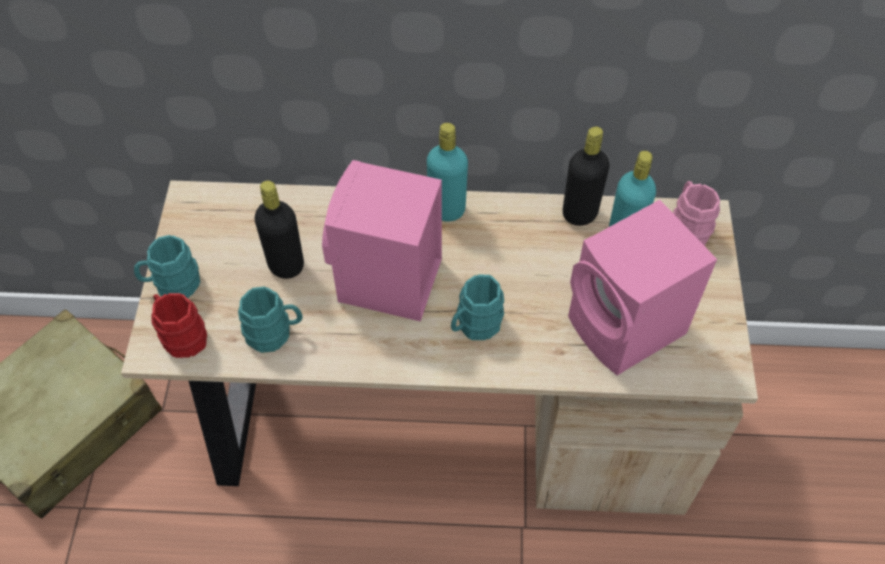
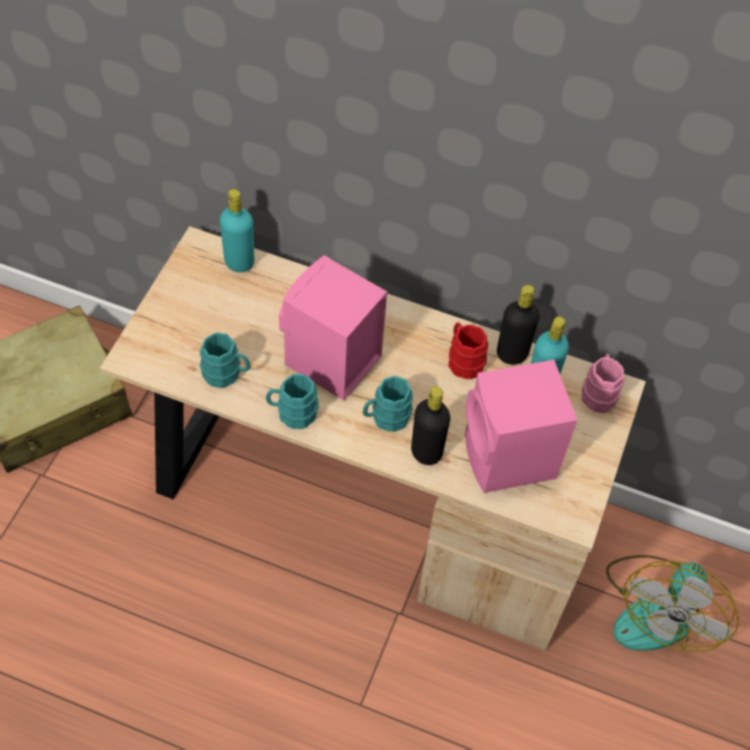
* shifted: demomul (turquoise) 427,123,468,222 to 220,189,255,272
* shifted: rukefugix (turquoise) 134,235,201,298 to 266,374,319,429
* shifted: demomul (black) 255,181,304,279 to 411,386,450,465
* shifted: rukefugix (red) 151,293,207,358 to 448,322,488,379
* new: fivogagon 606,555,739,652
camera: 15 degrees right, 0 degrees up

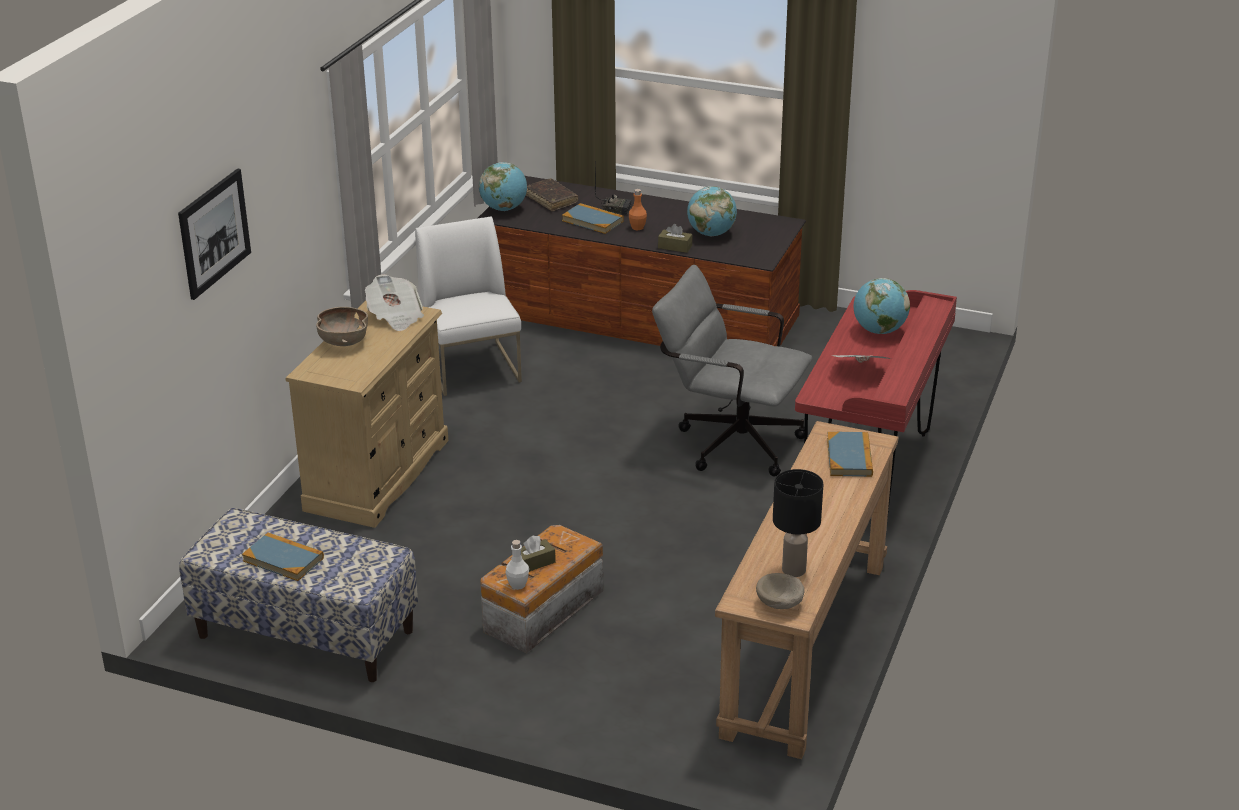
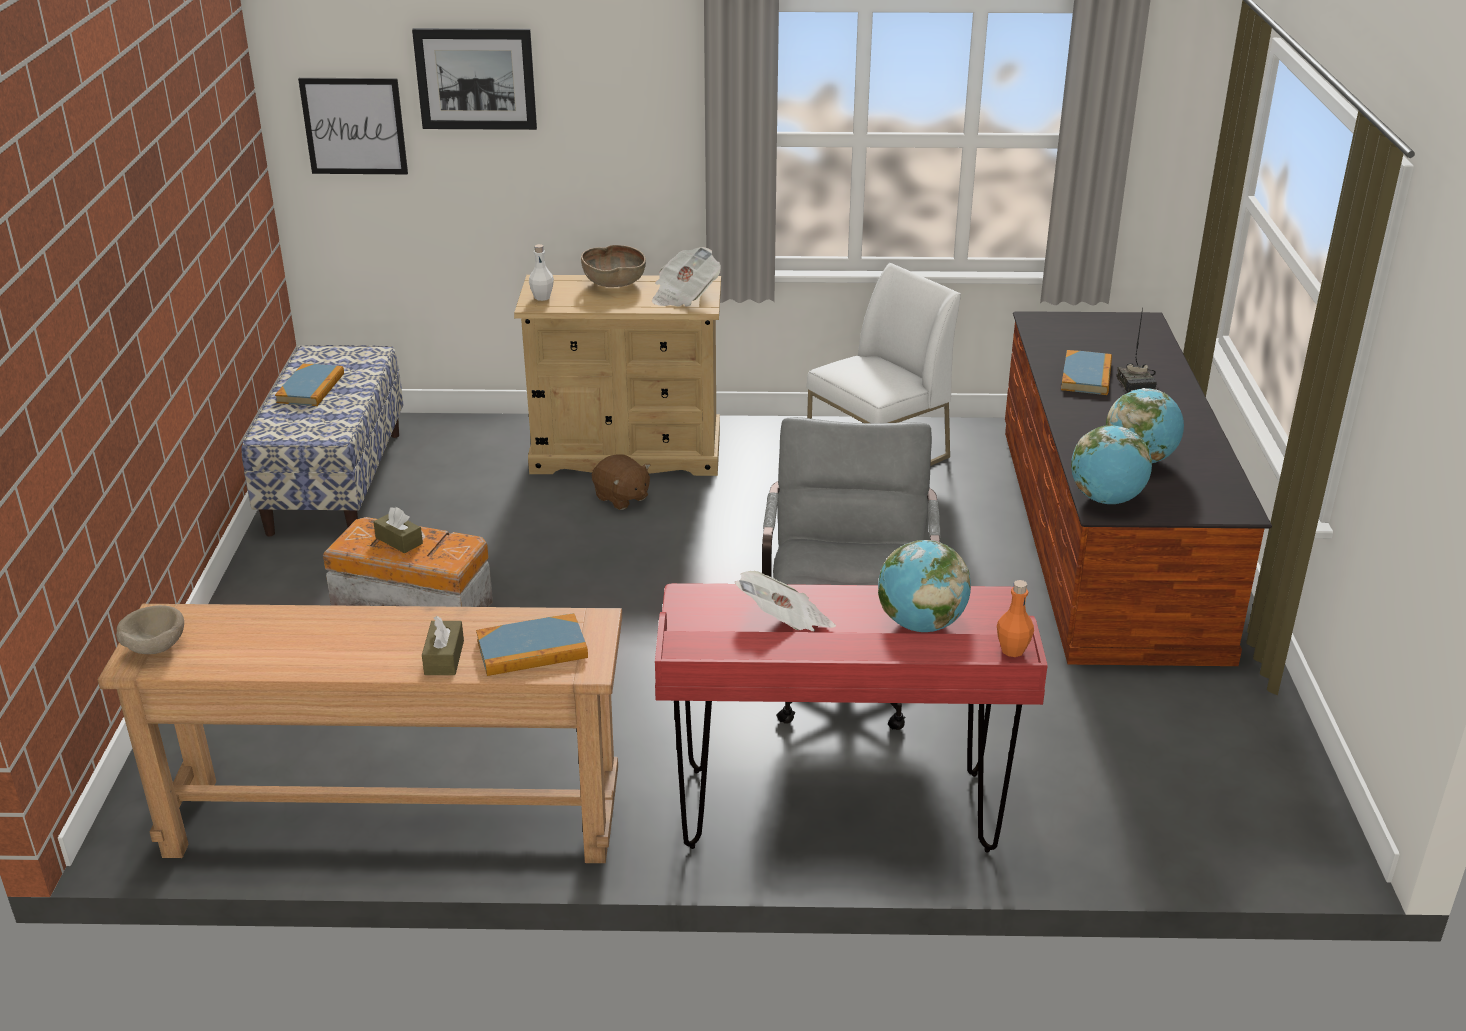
* new: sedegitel 298,78,408,174
* shifted: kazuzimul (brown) 658,224,692,253 to 422,616,464,675
* shifted: demomul (white) 505,540,529,590 to 529,244,554,301
* new: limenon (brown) 592,454,650,510
* shifted: demomul (orange) 629,189,647,230 to 997,580,1034,657
* shifted: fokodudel 479,162,527,211 to 1071,425,1152,504
* gone: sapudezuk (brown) 526,178,578,211
* gone: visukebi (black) 773,469,823,577
camera: 70 degrees right, 0 degrees up

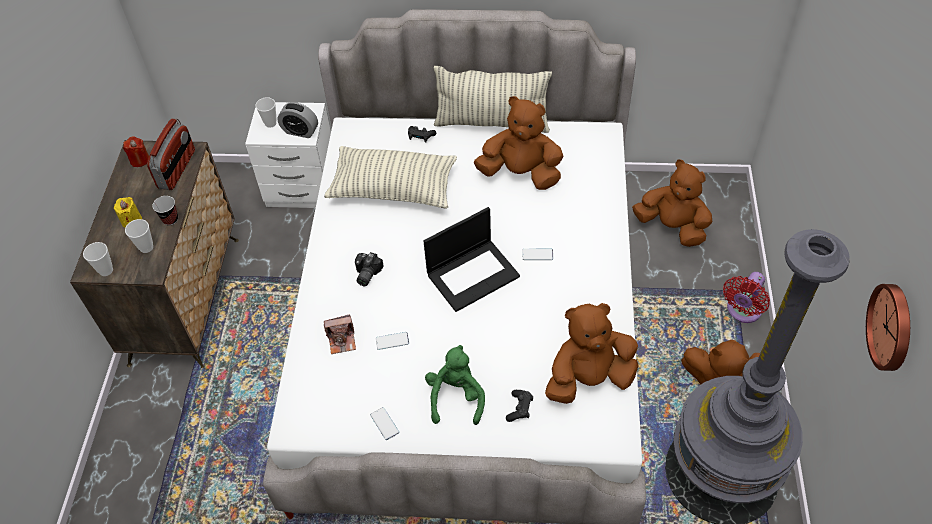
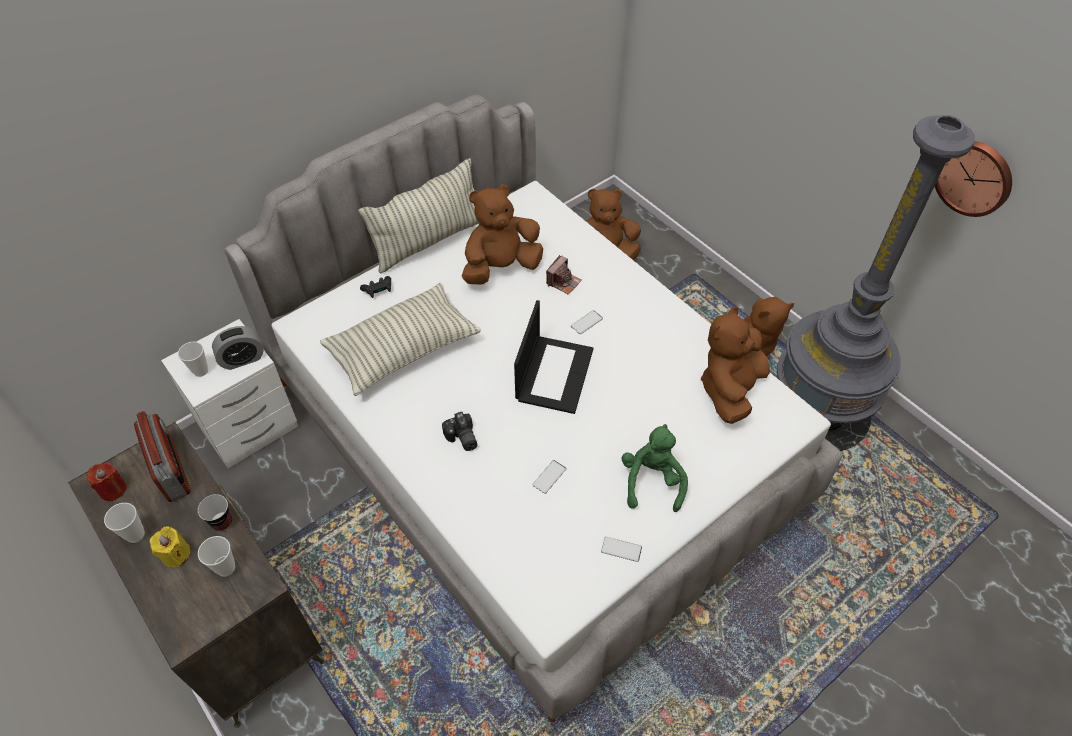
* shifted: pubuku 83,242,113,276 to 104,503,145,543
* shifted: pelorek 324,314,356,354 to 546,255,582,294
* rotated: limenon (green) 425,345,485,425 = 621,424,688,512 45 degrees clockwise
* gone: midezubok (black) 506,390,533,422
* gone: fivogagon (red) 723,272,770,323
camera: 45 degrees left, 0 degrees up

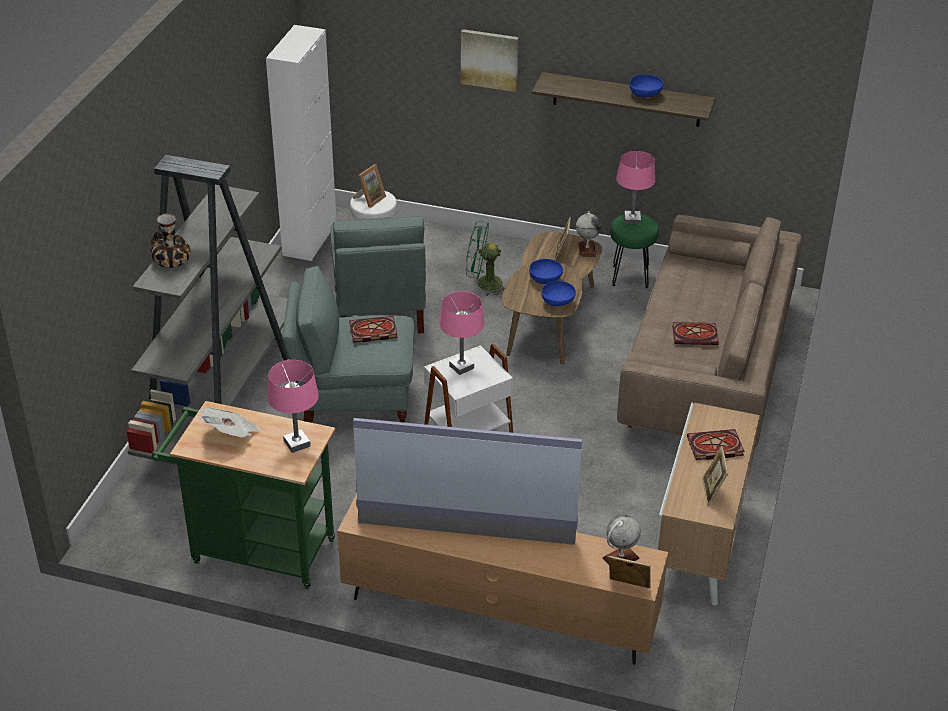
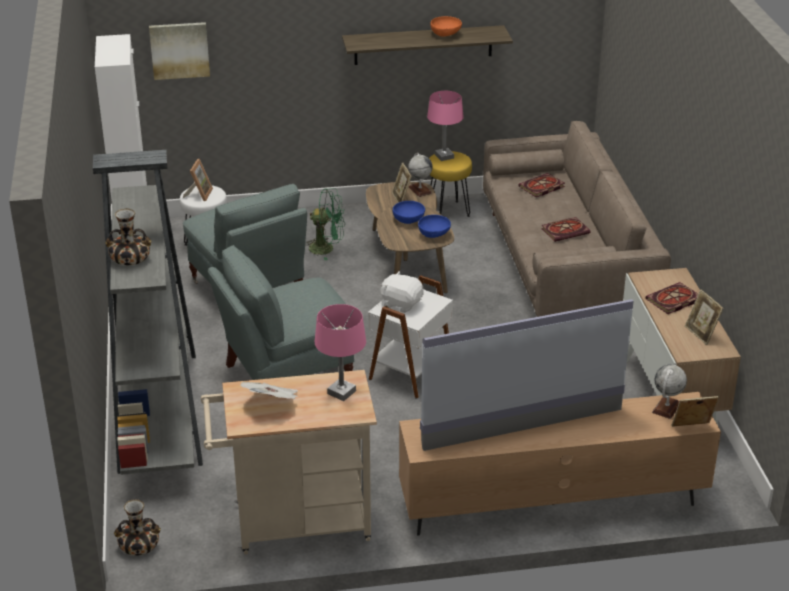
* new: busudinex 114,499,161,556
* shifted: sedegitel 461,29,519,92 to 149,22,210,80
* repainted: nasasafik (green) 152,401,335,589 to nasasafik (beige) 201,370,377,554
* rotated: fivogagon (green) 466,221,506,296 = 307,188,345,260 150 degrees counterclockwise
* swapped: visukebi (pink) 439,291,484,375 to limenon (white) 380,271,424,313
* repainted: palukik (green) 610,214,659,288 to palukik (yellow) 429,151,472,217
* repainted: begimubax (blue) 630,74,663,97 to begimubax (orange) 430,16,462,37
* shifted: sapudezuk 349,316,398,343 to 518,173,565,197
camera: 25 degrees left, 5 degrees down

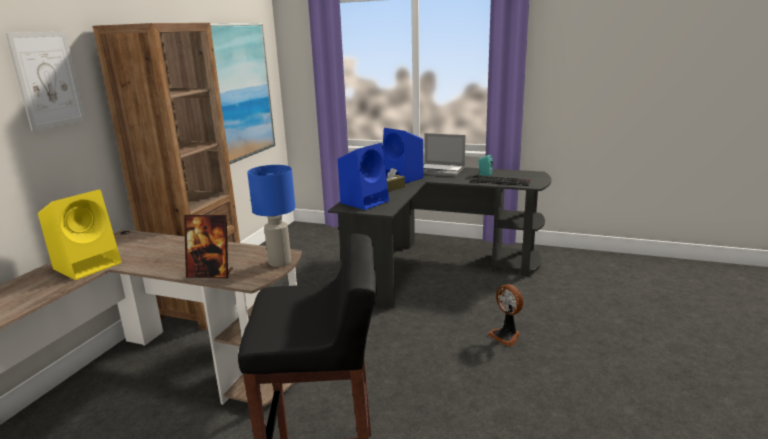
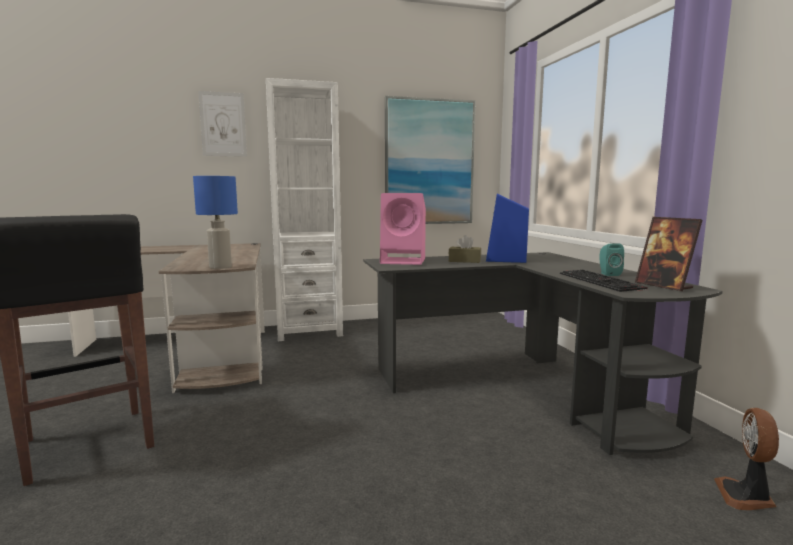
* repainted: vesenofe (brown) 93,23,240,330 to vesenofe (white) 266,78,343,341
* repainted: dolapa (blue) 338,143,389,210 to dolapa (pink) 380,193,426,265
* shifted: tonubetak 184,215,233,279 to 635,217,702,291
* shifted: fivogagon 487,284,524,346 to 714,408,779,510
* gone: dolapa (yellow) 38,190,122,280
* gone: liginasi 423,133,465,177
camera: 55 degrees right, 10 degrees down

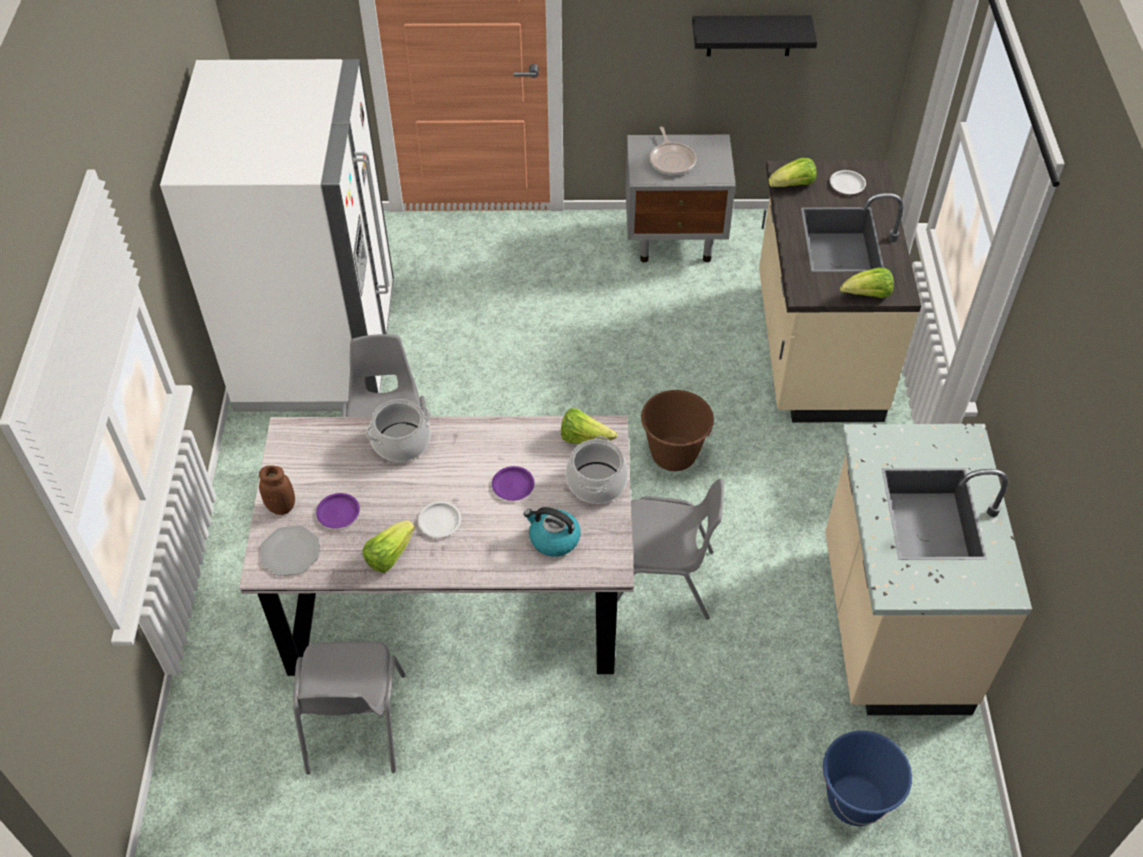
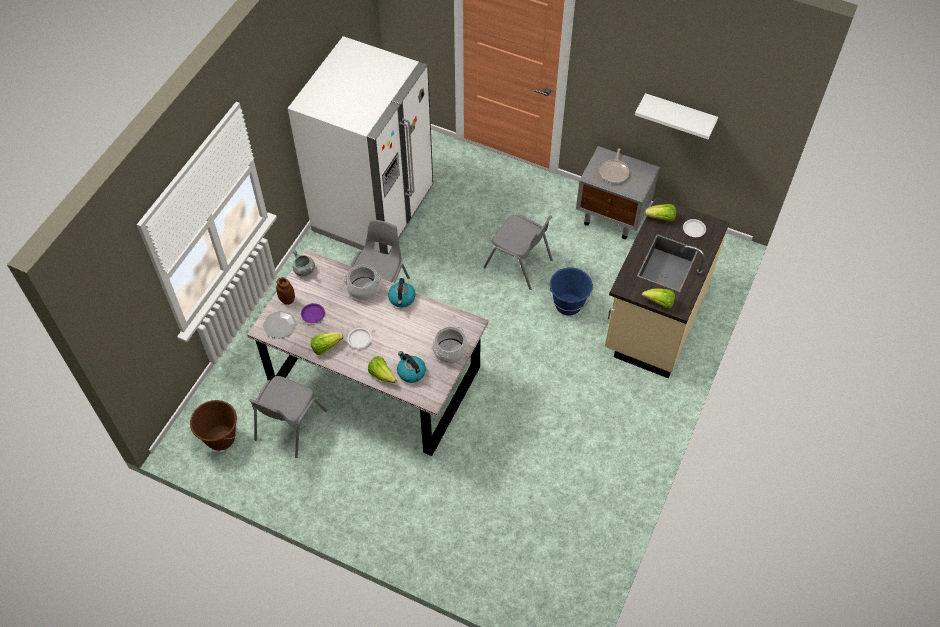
* shifted: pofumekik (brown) 641,390,714,471 to 190,400,238,451
* new: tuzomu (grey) 292,249,315,276
* shifted: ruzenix 561,408,617,444 to 368,356,397,383
* new: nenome 388,278,416,307
* shifted: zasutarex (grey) 617,479,724,620 to 484,215,553,290
* shifted: pofumekik (blue) 823,731,912,826 to 550,267,593,315
* repainted: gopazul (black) 692,15,817,56 to gopazul (white) 635,93,718,139
* gone: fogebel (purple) 492,466,535,501
* gone: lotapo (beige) 825,424,1032,715
camera: 25 degrees right, 5 degrees up

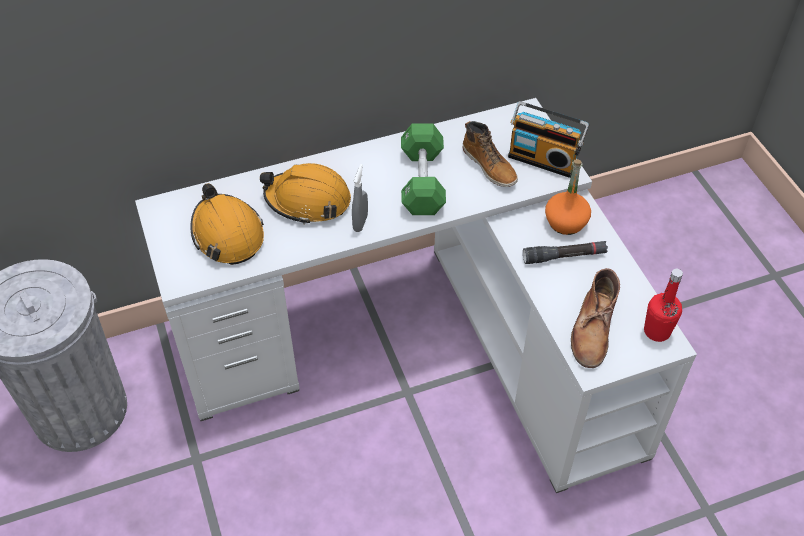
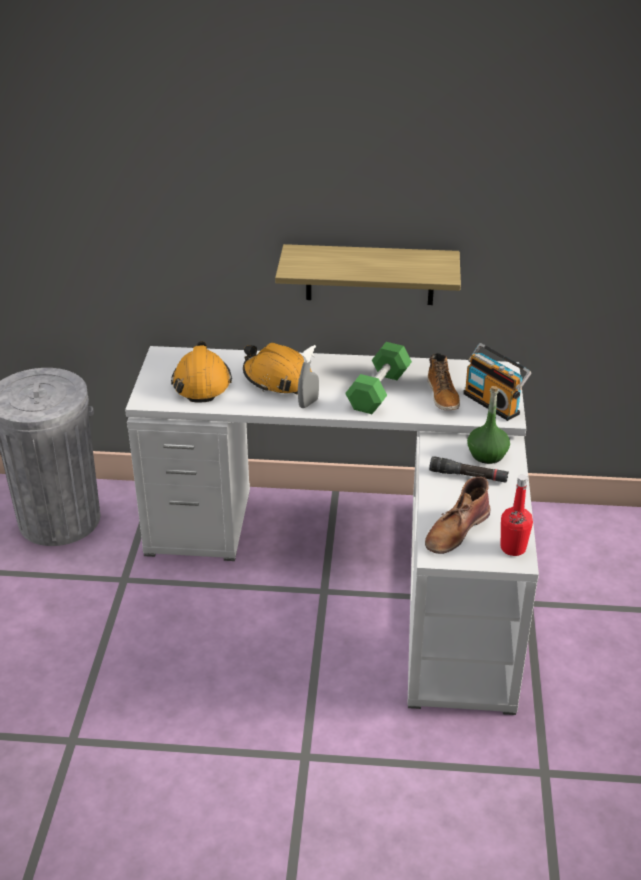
* new: gopazul 275,244,461,305
* repainted: demomul (orange) 545,159,591,235 to demomul (green) 467,386,510,464
camera: 25 degrees right, 15 degrees down

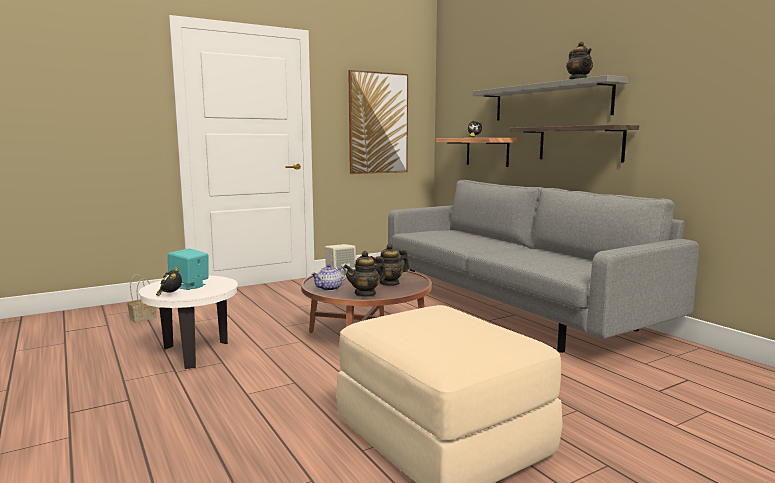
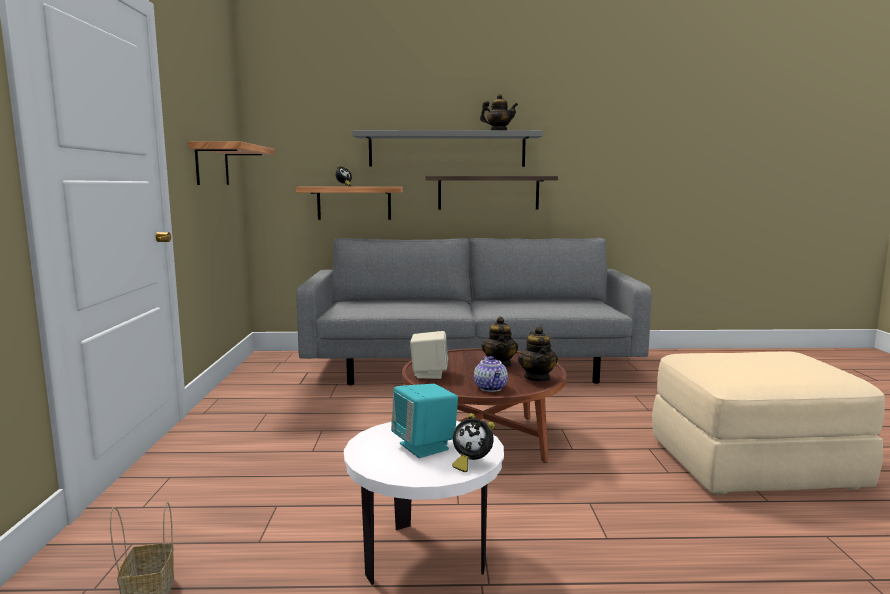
* swapped: sedegitel 348,70,408,174 to gopazul 188,141,274,185
camera: 60 degrees left, 0 degrees up

